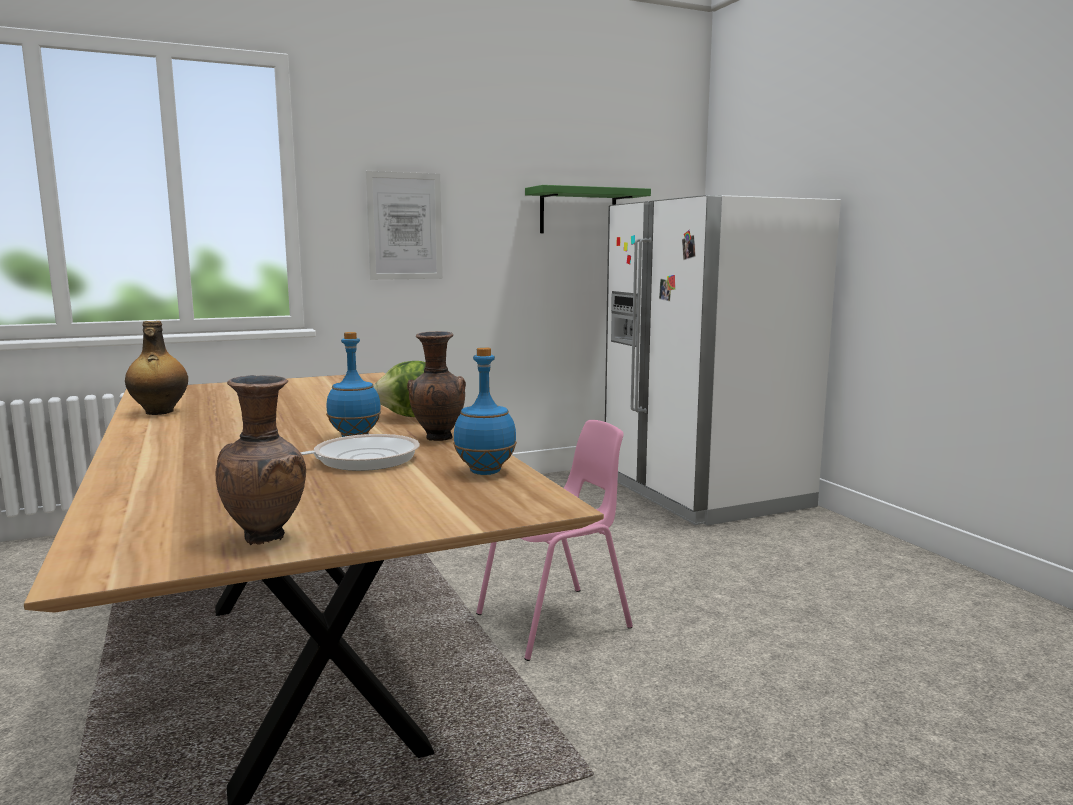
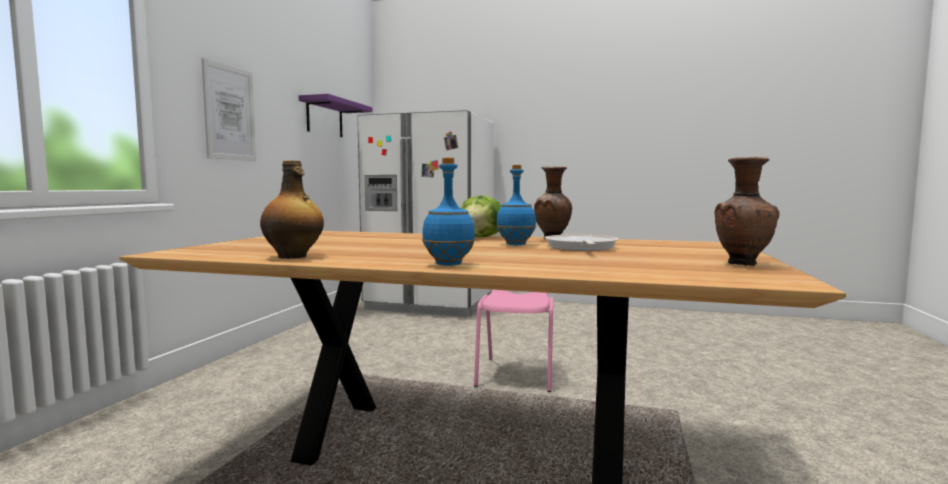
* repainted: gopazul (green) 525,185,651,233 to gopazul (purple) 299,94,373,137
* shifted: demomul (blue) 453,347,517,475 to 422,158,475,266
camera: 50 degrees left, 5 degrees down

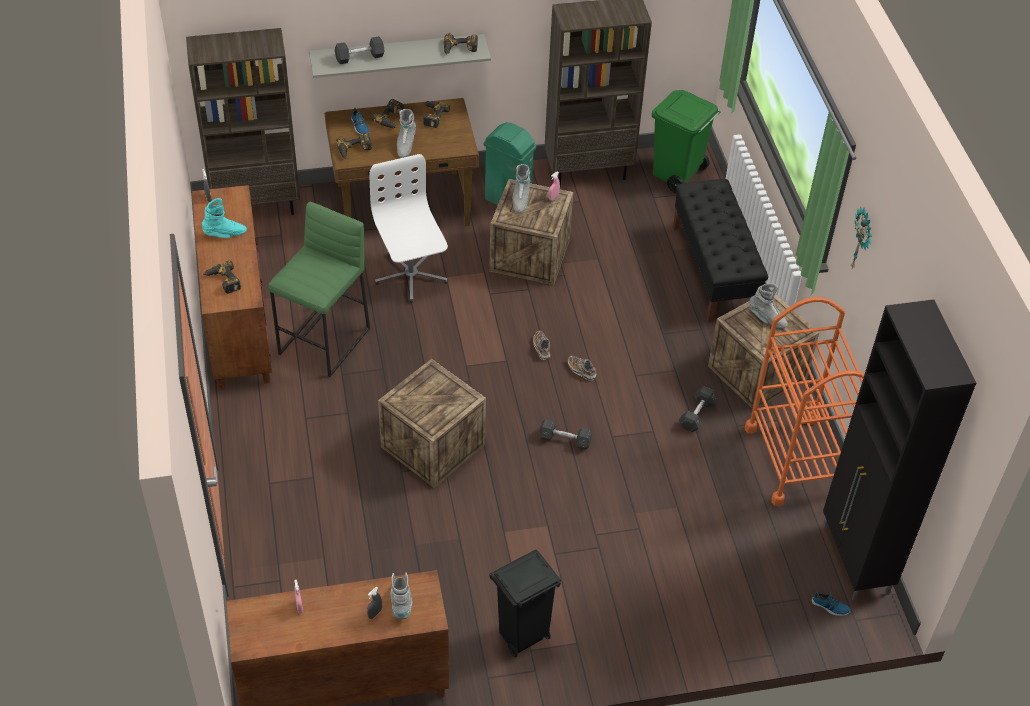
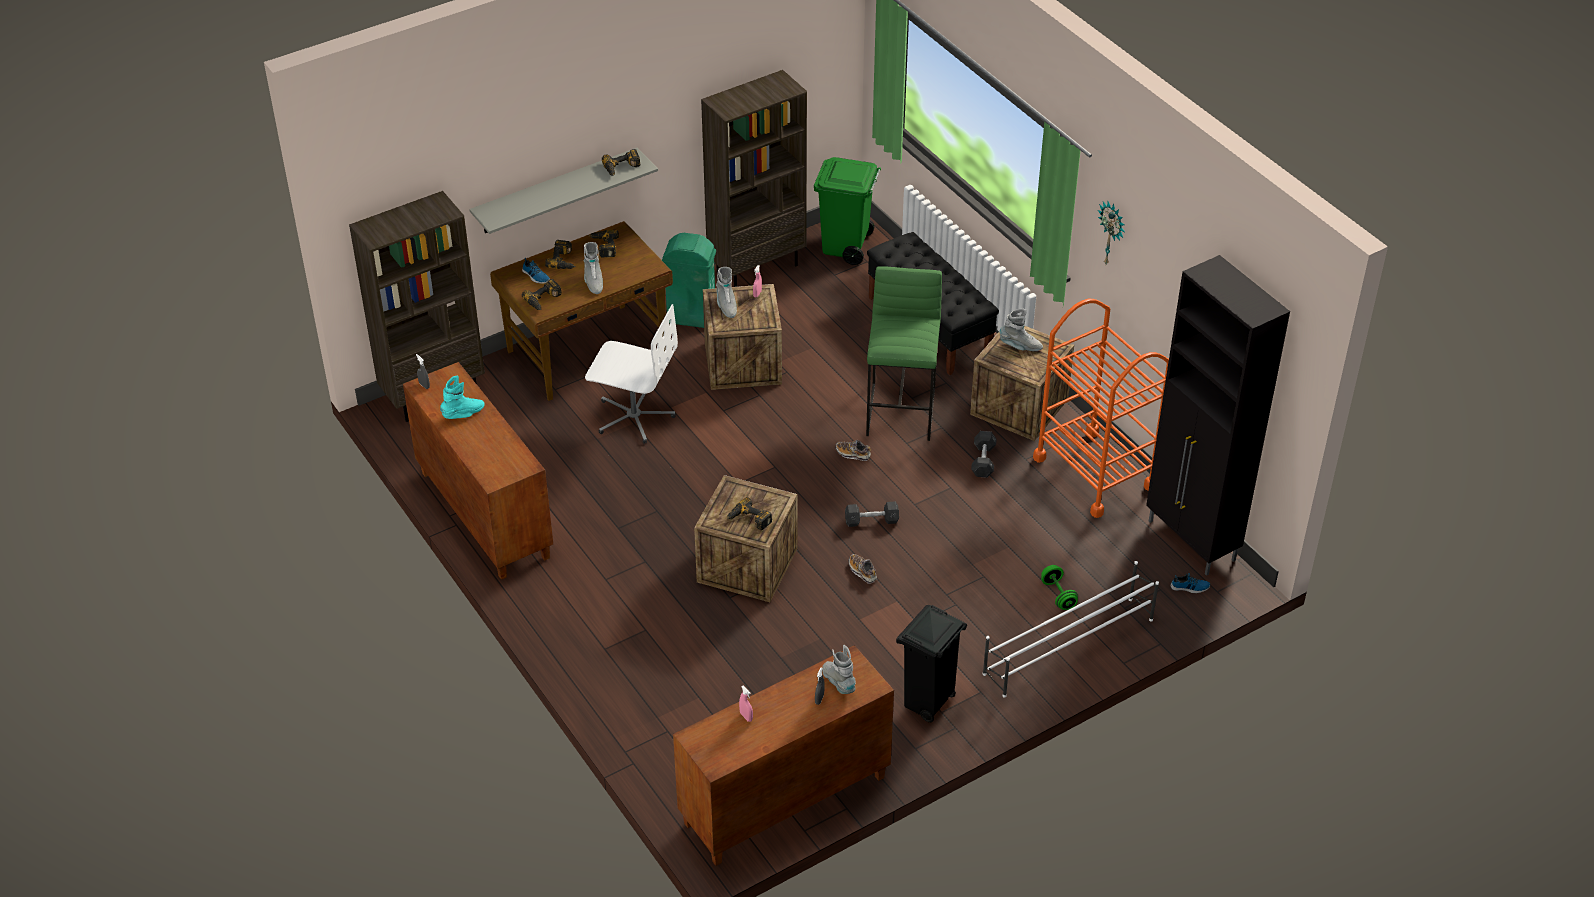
* rotated: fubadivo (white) 369,154,448,303 = 585,304,678,444 150 degrees clockwise
* shifted: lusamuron 203,261,241,294 to 727,497,772,530
* shifted: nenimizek 533,331,550,360 to 849,554,877,584
* shifted: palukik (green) 268,202,370,377 to 866,266,942,441
* new: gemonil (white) 983,561,1159,698
* new: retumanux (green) 1041,565,1078,610
* gone: retumanux (grey) 335,36,385,64
camera: 20 degrees left, 5 degrees down

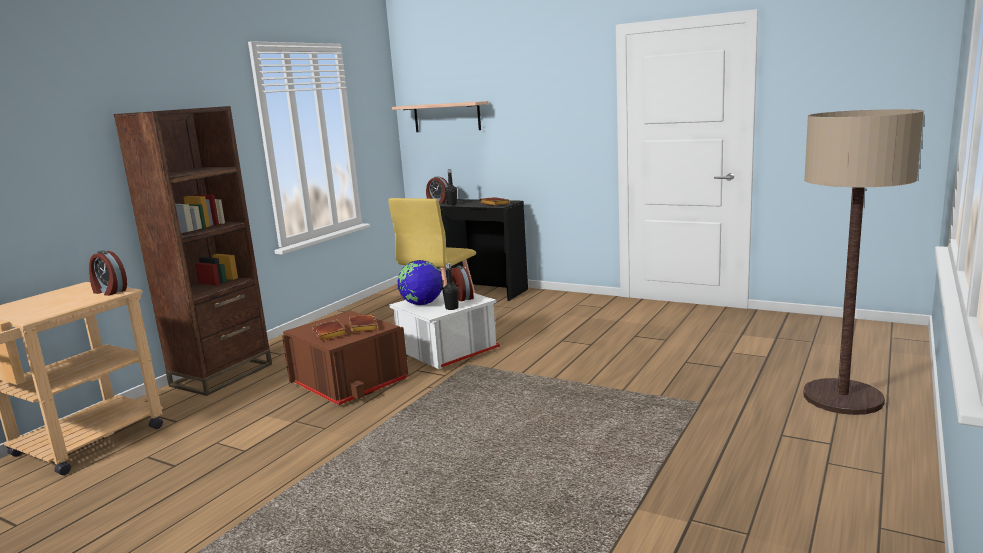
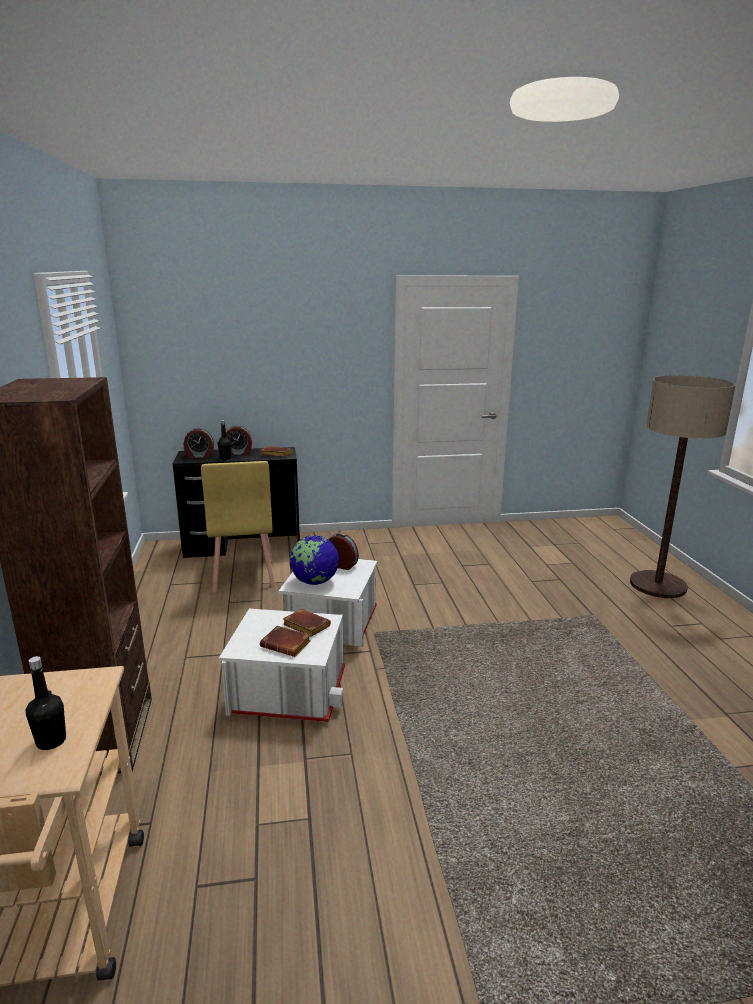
* shifted: demomul (black) 443,263,459,310 to 26,656,66,750
* repainted: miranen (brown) 282,311,408,405 to miranen (white) 219,609,345,722
* shifted: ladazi 89,250,127,296 to 226,425,252,456
* gone: gopazul 392,101,488,132
camera: 40 degrees left, 5 degrees up

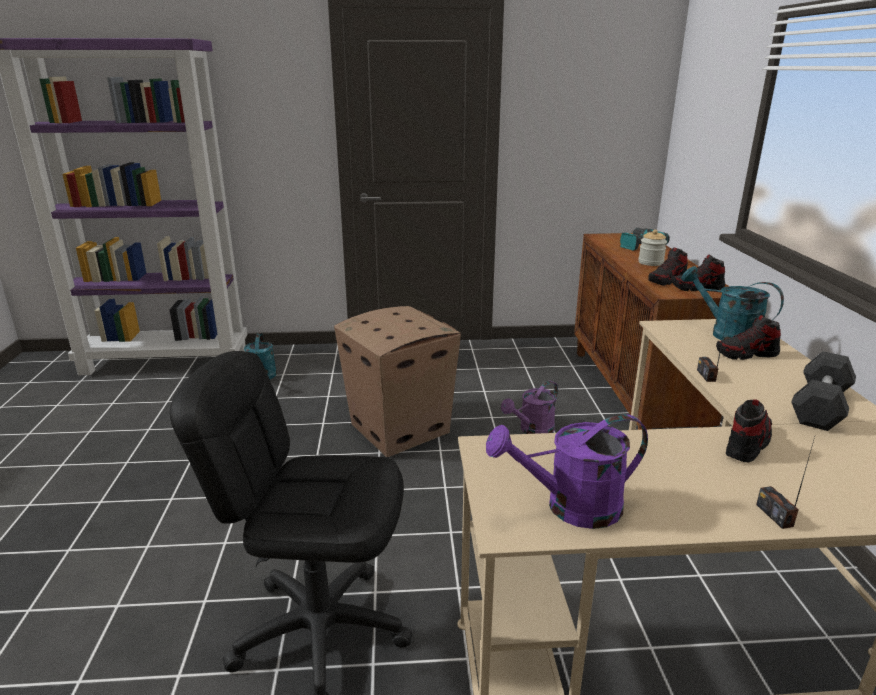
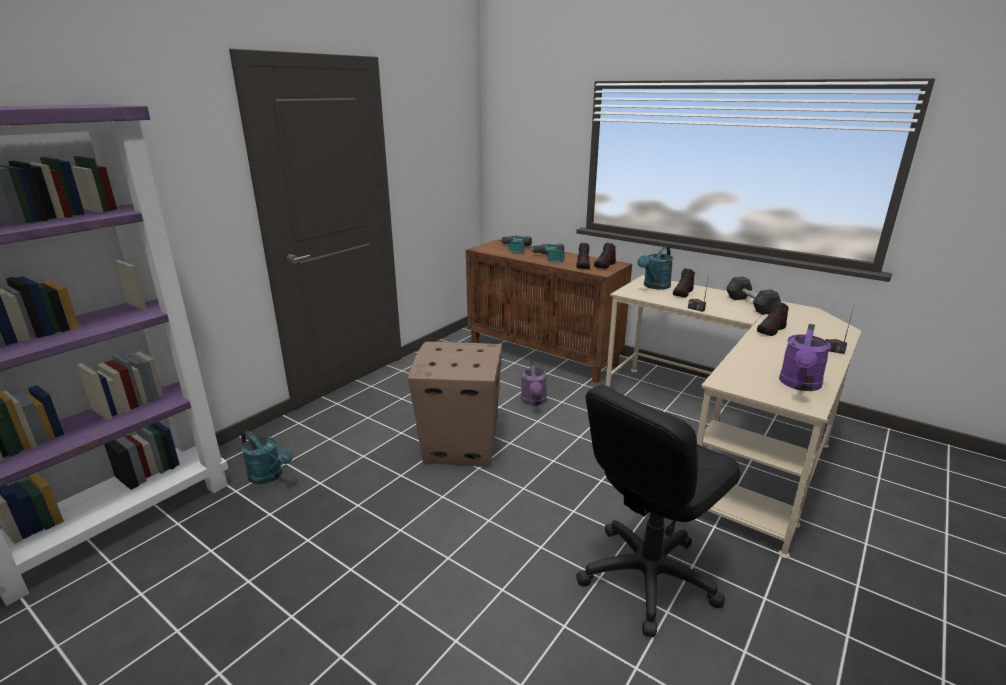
* swapped: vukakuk 638,230,667,266 to lusamuron 529,244,565,262
* rotated: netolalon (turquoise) 681,266,784,340 = 637,246,673,289 45 degrees counterclockwise
* rotated: nenimizek 726,399,772,462 = 757,301,789,336 120 degrees counterclockwise
camera: 50 degrees left, 0 degrees up

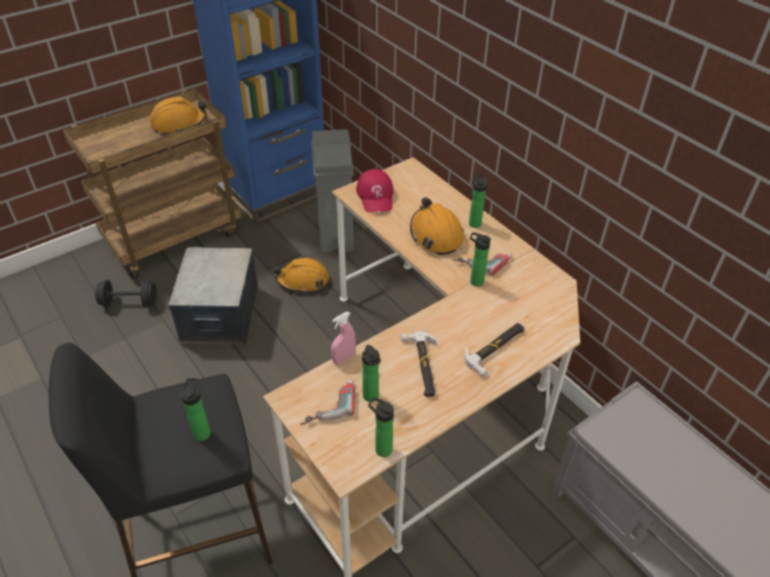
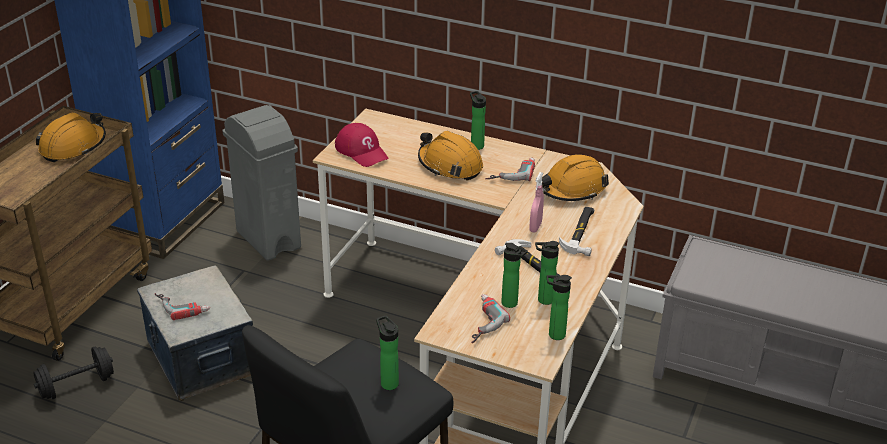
* new: lusamuron 155,293,210,320
* shifted: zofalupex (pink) 331,312,356,365 to 529,172,544,232
* shifted: demomul 470,232,491,287 to 535,241,560,305
* shifted: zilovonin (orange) 273,258,329,294 to 542,154,609,201
camera: 30 degrees left, 10 degrees down

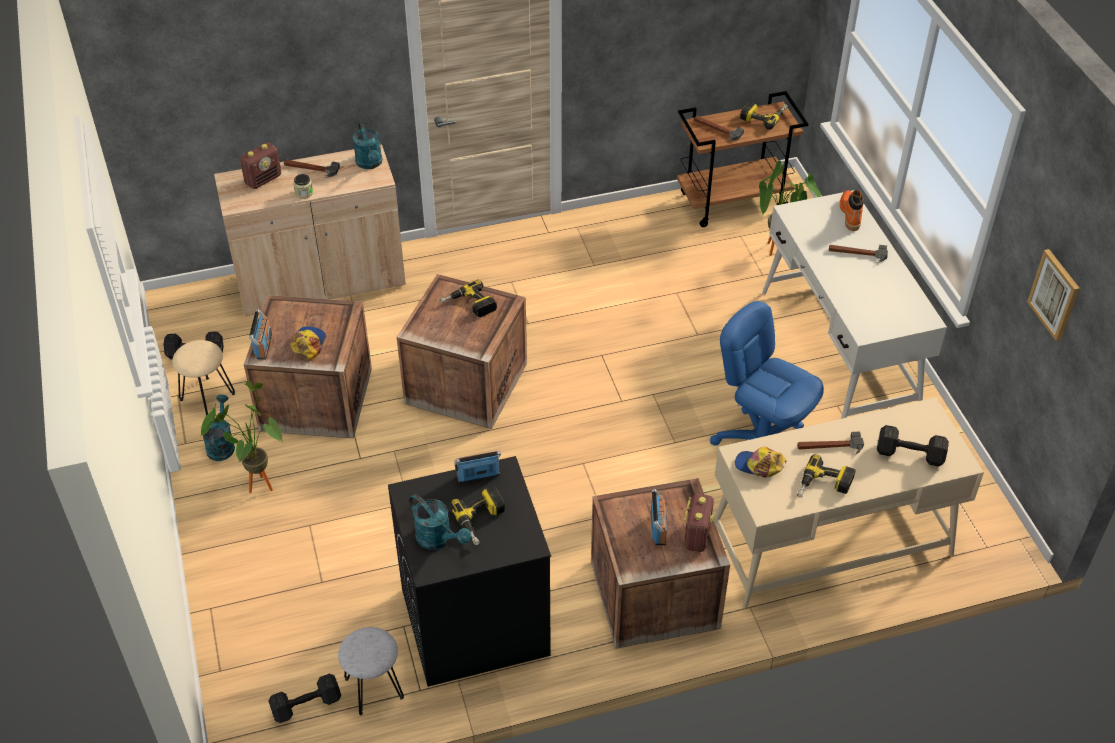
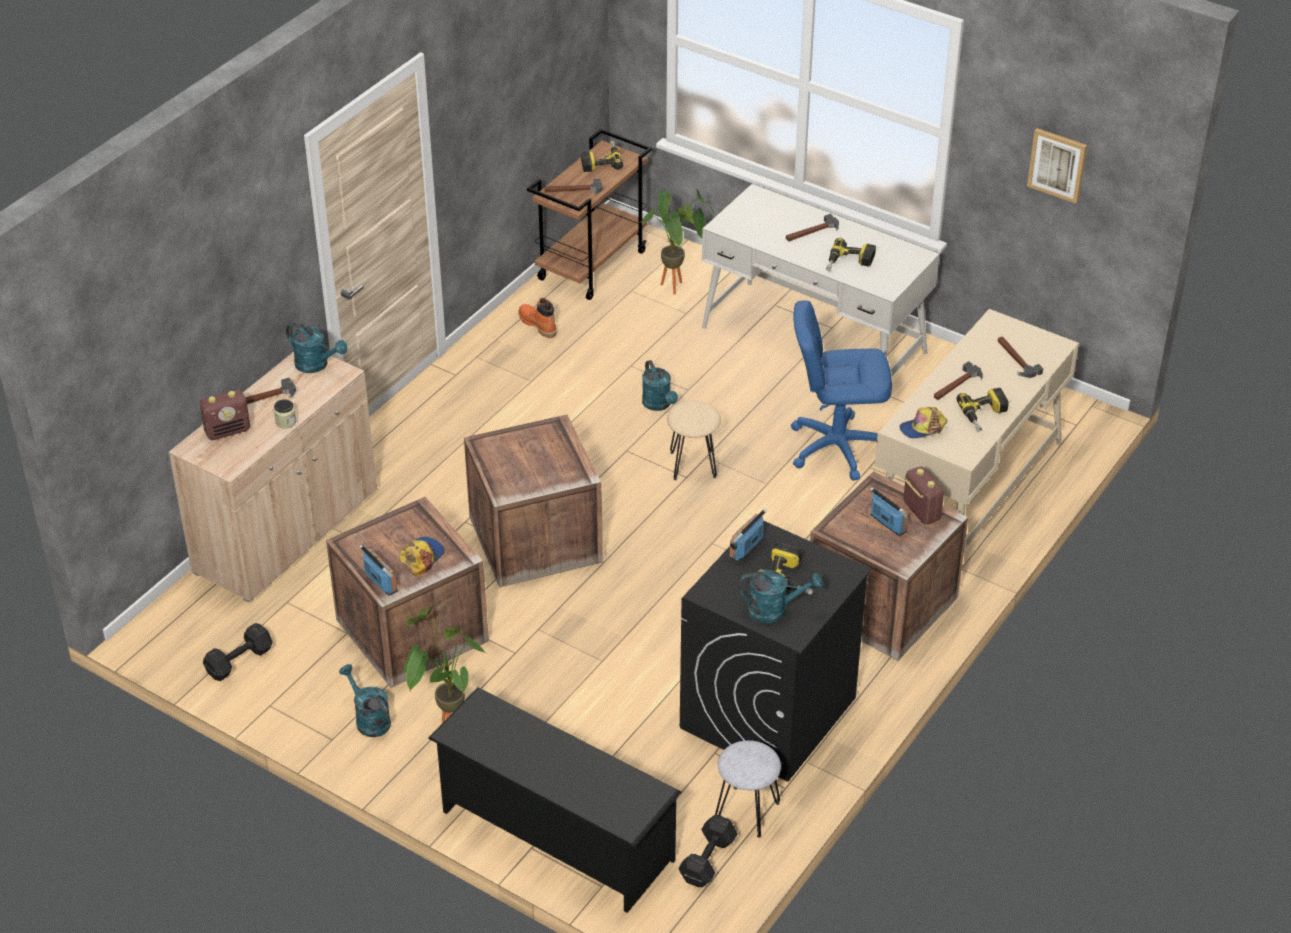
* rotated: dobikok 240,142,281,189 = 200,389,250,440 60 degrees clockwise
* rotated: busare 290,326,326,361 = 399,537,445,576 60 degrees clockwise
* new: gemonil (black) 428,687,681,913
* shifted: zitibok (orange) 840,190,864,231 to 518,298,557,338
* new: netolalon (turquoise) 642,360,678,411
* shifted: palukik (beige) 172,340,235,415 to 667,401,721,480
* shifted: lusamuron 440,280,497,317 to 826,238,876,271
* swapped: retumanux (black) 877,425,949,467 to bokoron 998,337,1043,378
camera: 40 degrees left, 5 degrees down

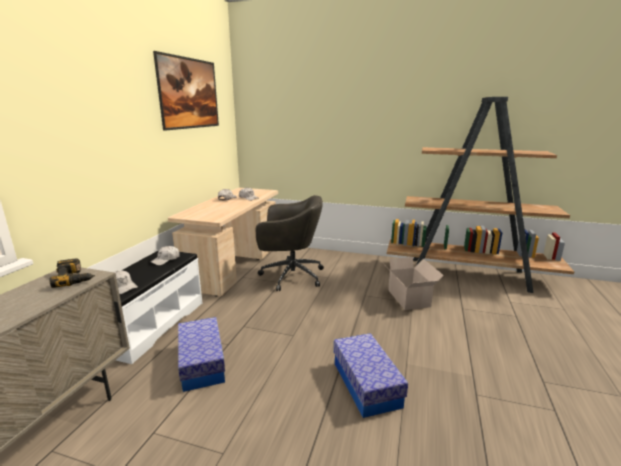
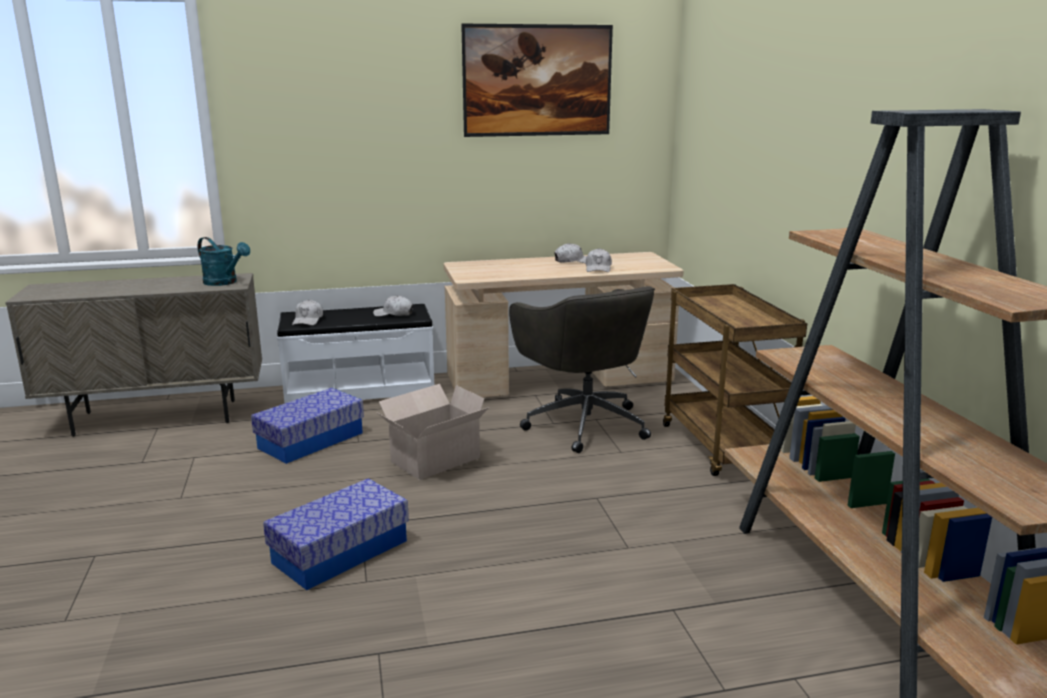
* swapped: lusamuron 49,258,95,288 to netolalon (turquoise) 198,237,250,286
* shifted: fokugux 382,257,444,310 to 378,384,489,480
* new: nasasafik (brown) 663,284,807,476
camera: 60 degrees right, 0 degrees up

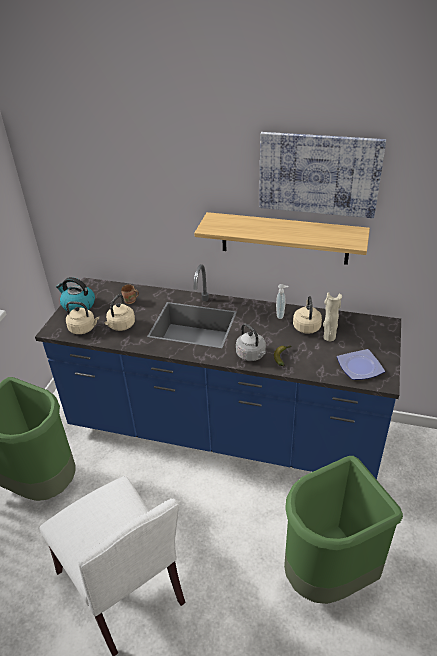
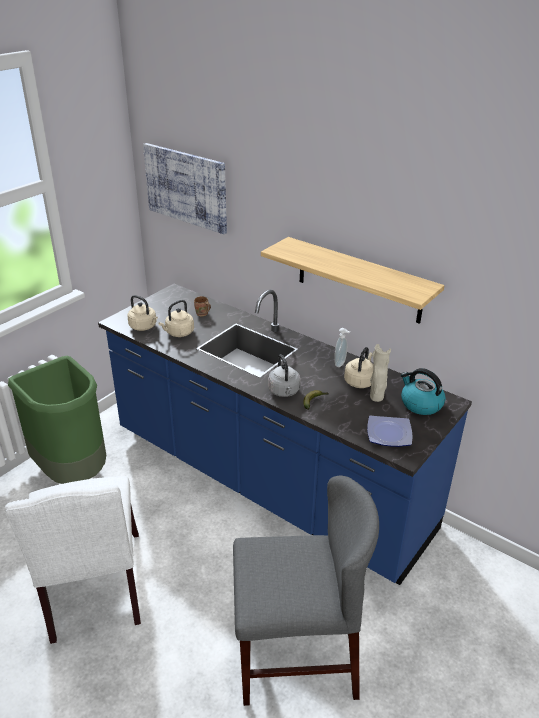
* shifted: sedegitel 259,132,386,218 to 143,143,227,234
* swapped: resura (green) 284,456,403,604 to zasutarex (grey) 233,476,379,706
* shifted: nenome 56,277,95,312 to 401,368,446,415
camera: 20 degrees right, 5 degrees down

